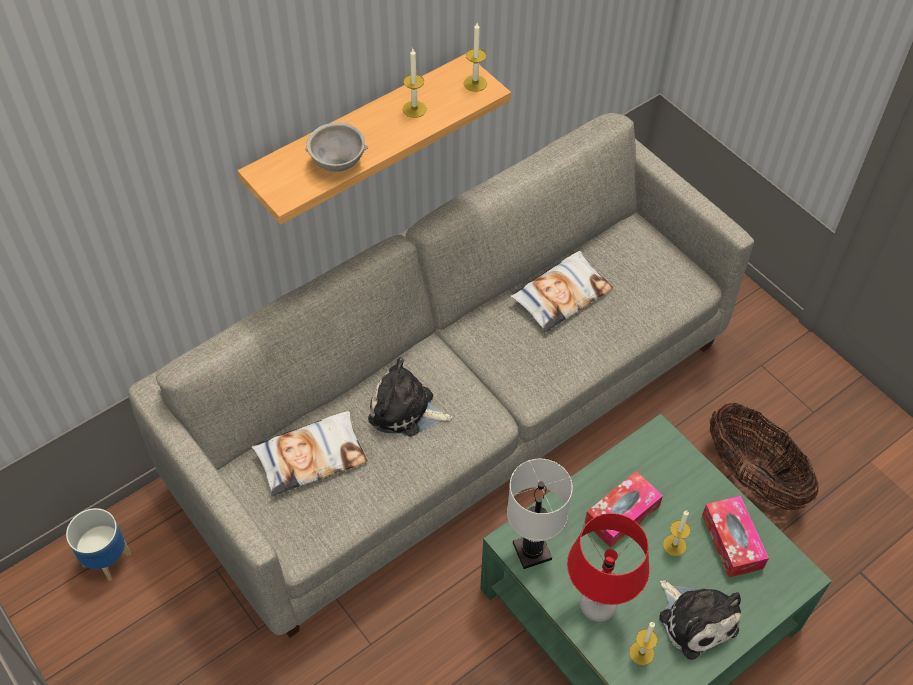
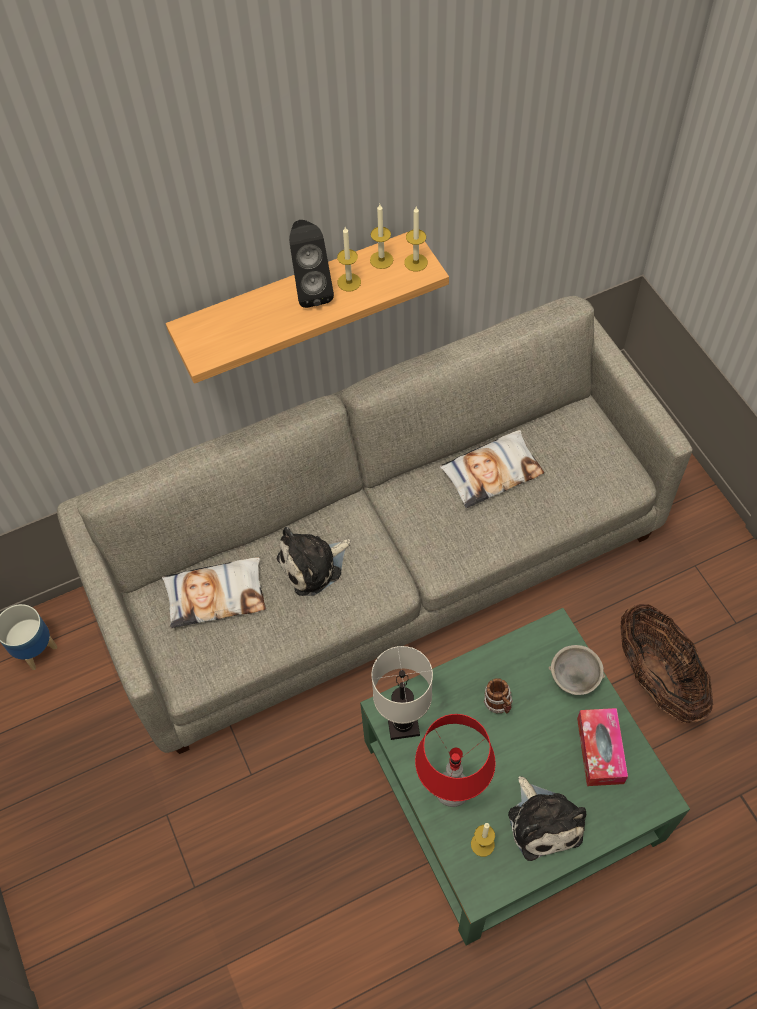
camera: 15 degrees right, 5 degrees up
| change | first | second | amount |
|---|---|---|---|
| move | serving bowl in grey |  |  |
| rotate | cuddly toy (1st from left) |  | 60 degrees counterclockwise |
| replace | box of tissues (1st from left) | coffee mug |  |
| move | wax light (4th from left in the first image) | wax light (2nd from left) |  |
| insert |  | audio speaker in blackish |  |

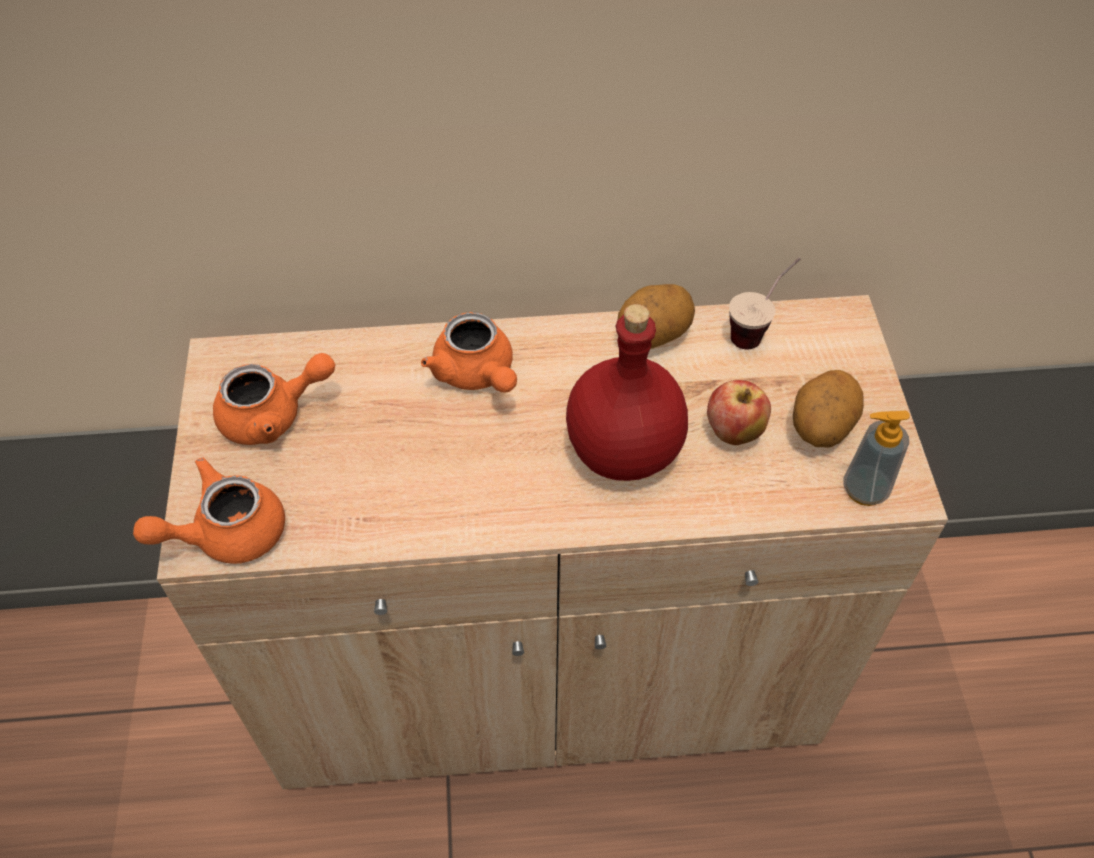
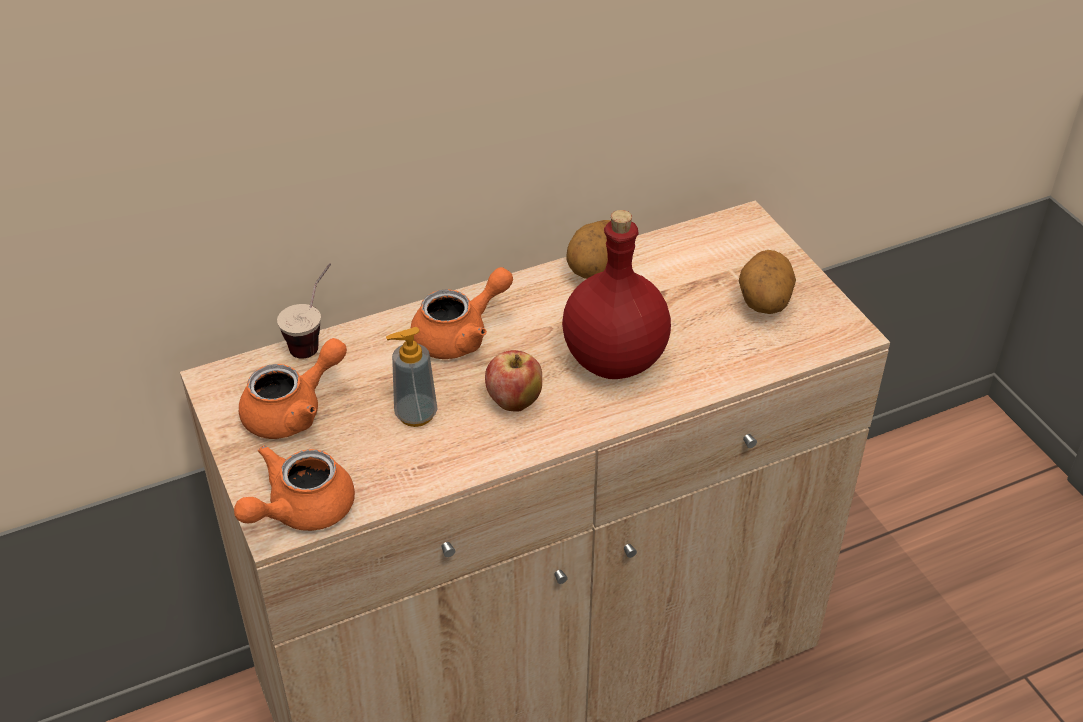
camera: 20 degrees left, 10 degrees down
| change | first | second | amount |
|---|---|---|---|
| rotate | pot for tea in orangey (3rd from left) |  | 75 degrees counterclockwise |
| move | apple fruit |  |  |
| move | small cup |  |  |
| move | liquid soap bottle |  |  |

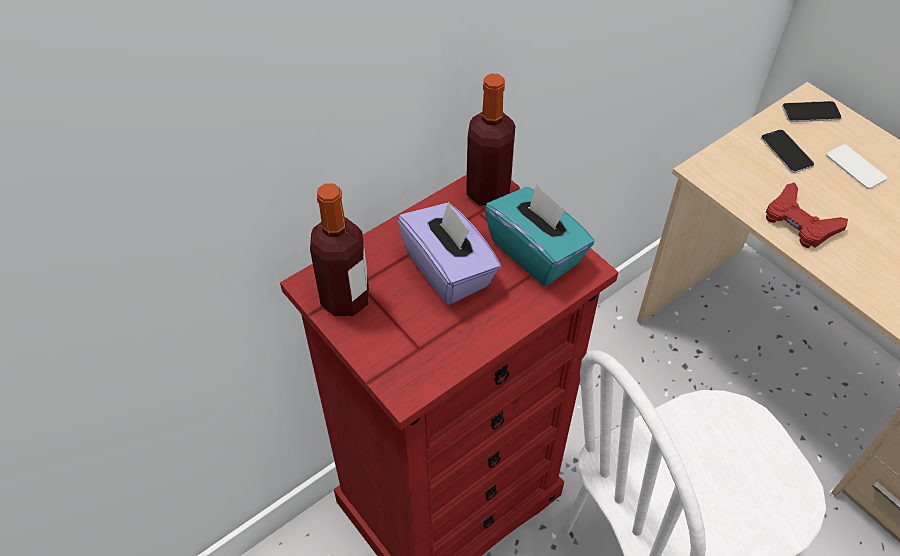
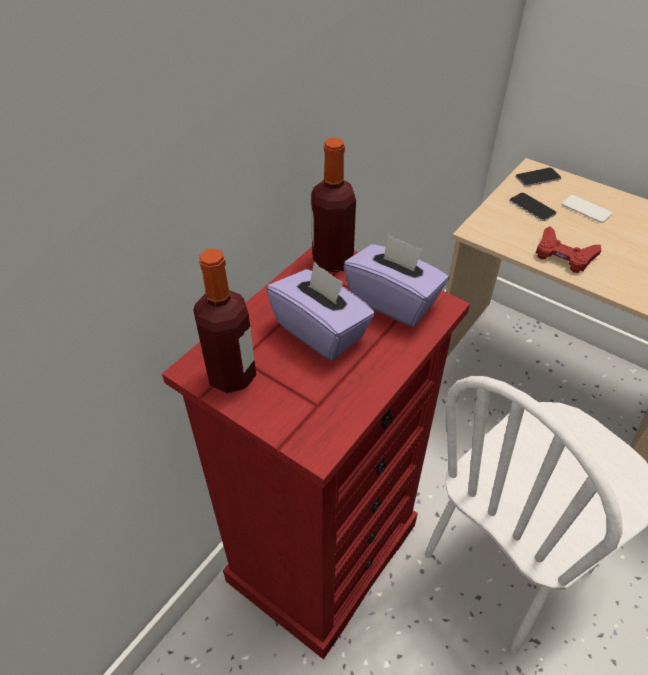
camera: 15 degrees left, 5 degrees down
| change | first | second | amount |
|---|---|---|---|
| recolor | box of tissues in turquoise | box of tissues in purple-coloured (2nd from left) |  |

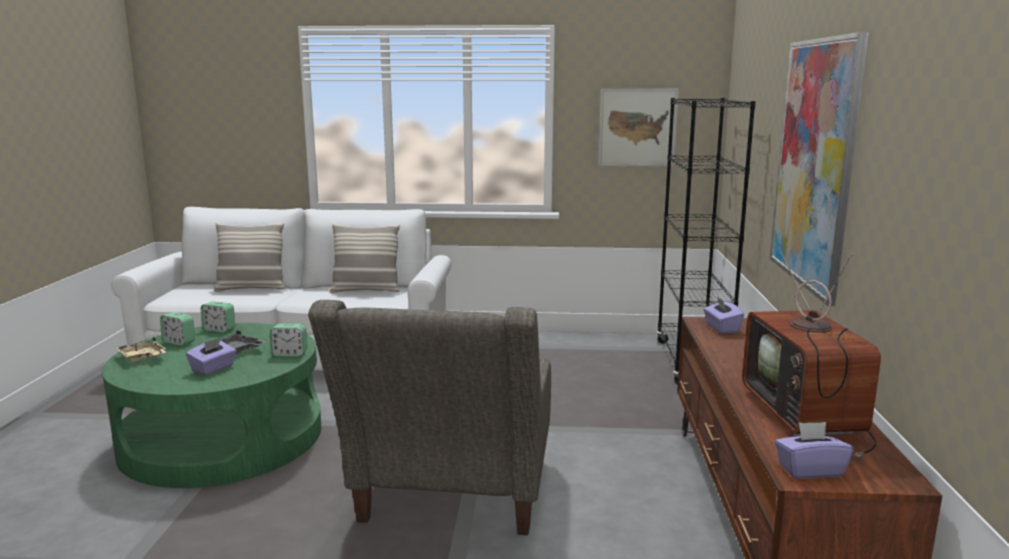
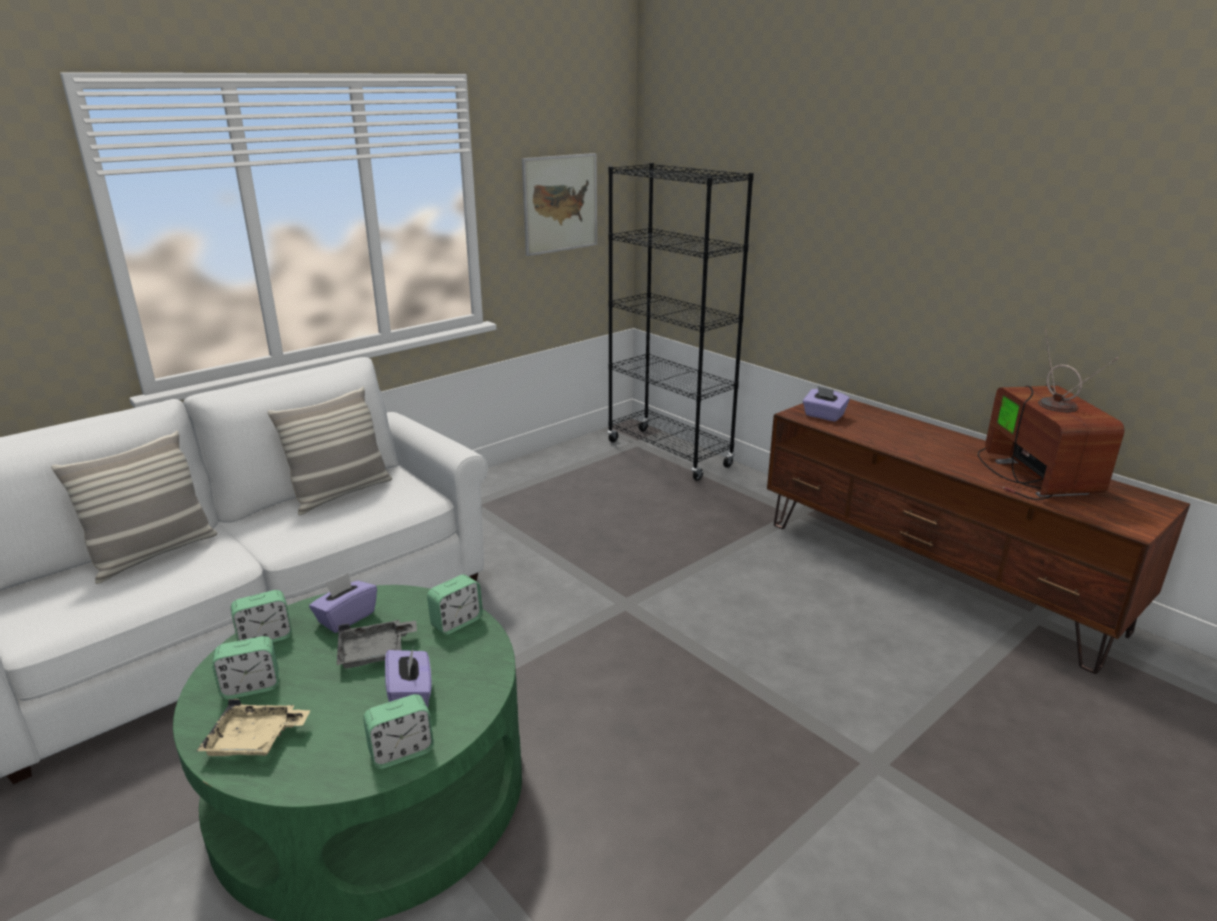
camera: 45 degrees left, 10 degrees up
| change | first | second | amount |
|---|---|---|---|
| delete | armchair in grey |  |  |
| rotate | TV set |  | 135 degrees counterclockwise |
| delete | wall picture (2nd from left) |  |  |
| move | box of tissues in purple-coloured (3rd from left in the first image) | box of tissues in purple-coloured (1st from left) |  |
| insert |  | table clock (3rd from left) |  |

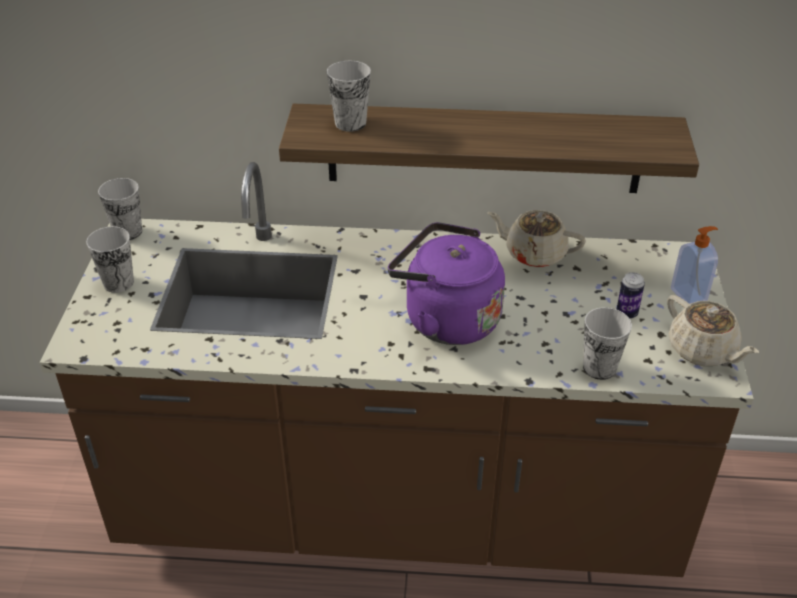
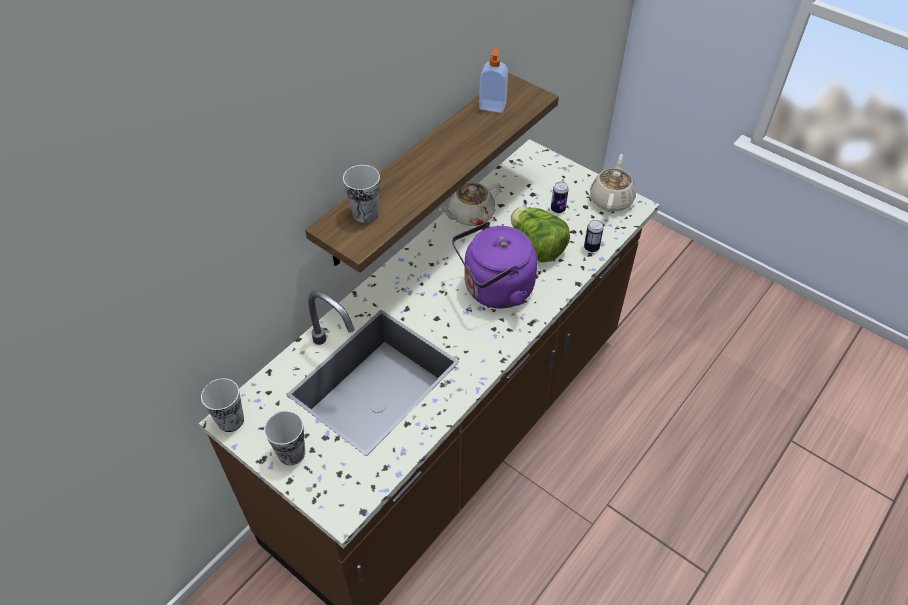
camera: 55 degrees left, 10 degrees up
| change | first | second | amount |
|---|---|---|---|
| replace | small cup (4th from left) | metal can (2nd from left) |  |
| rotate | pot for tea in beige (2nd from left) |  | 75 degrees counterclockwise |
| move | liquid soap bottle |  |  |
| insert |  | lettuce |  |

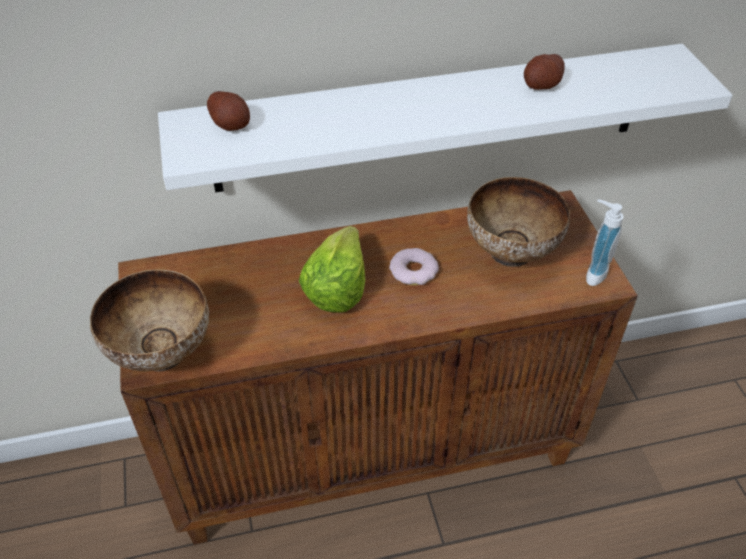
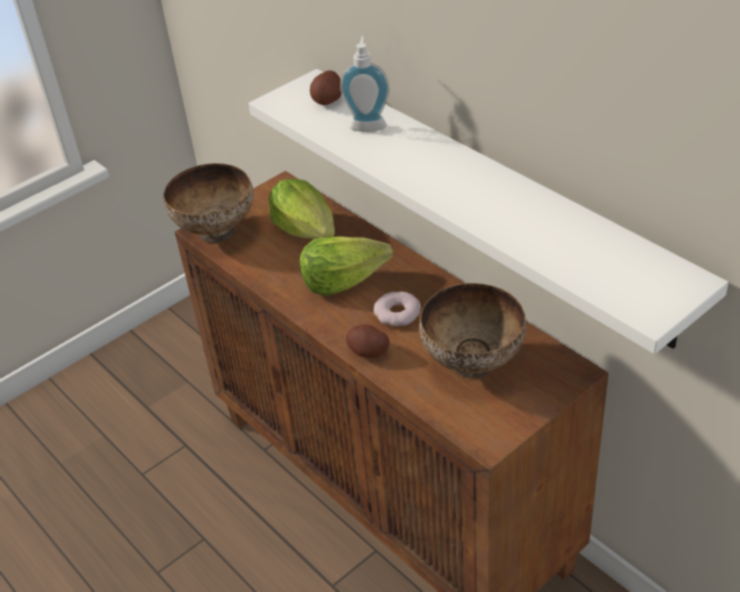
camera: 65 degrees right, 5 degrees down
| change | first | second | amount |
|---|---|---|---|
| move | whole potato (2nd from left) |  |  |
| move | liquid soap bottle |  |  |
| insert |  | lettuce (1st from left) |  |

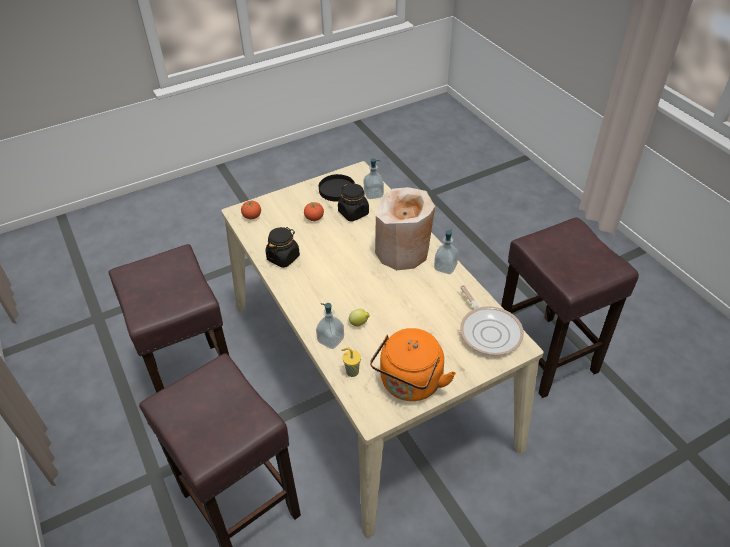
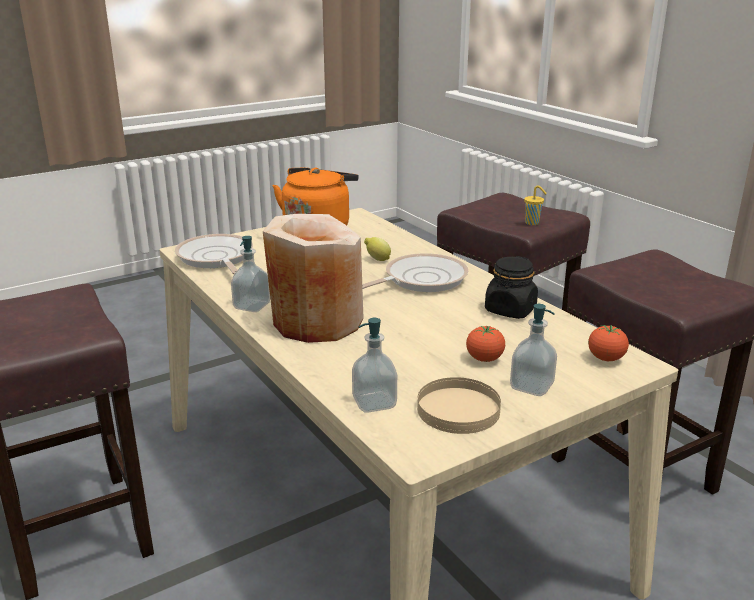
camera: 175 degrees right, 20 degrees down
| change | first | second | amount |
|---|---|---|---|
| move | liquid soap bottle (1st from left in the first image) | liquid soap bottle (3rd from left) |  |
| recolor | flat dish in blackish | flat dish in beige |  |
| delete | preserve jar in blackish (2nd from left) |  |  |
| move | small cup in yellow-coloured |  |  |
| insert |  | frying pan (2nd from left) |  |

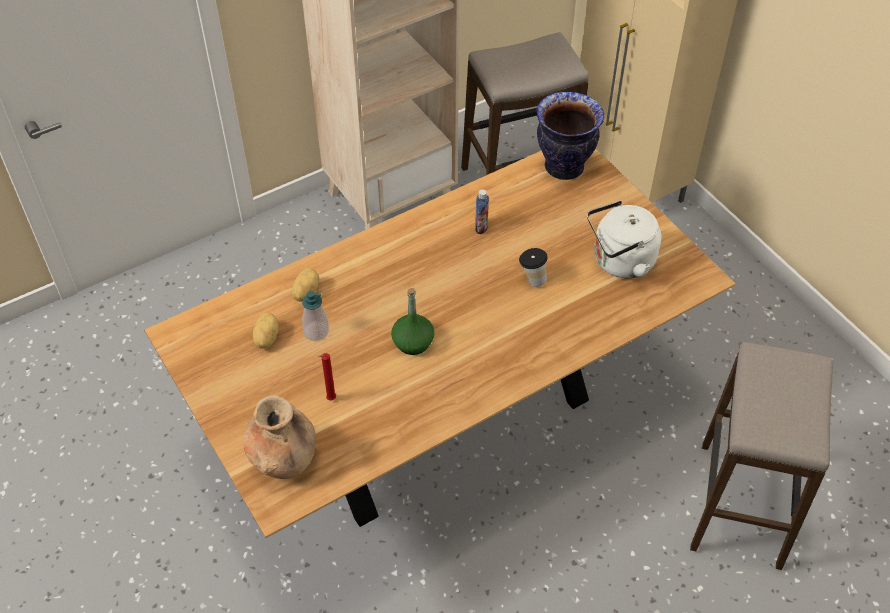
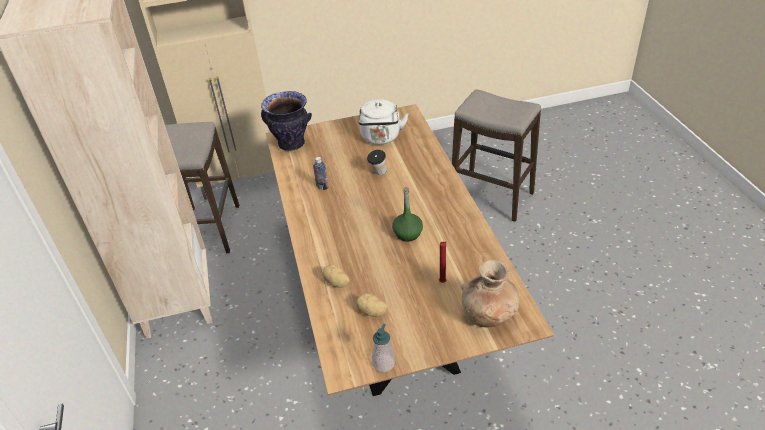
camera: 70 degrees left, 10 degrees down
| change | first | second | amount |
|---|---|---|---|
| move | liquid soap bottle |  |  |

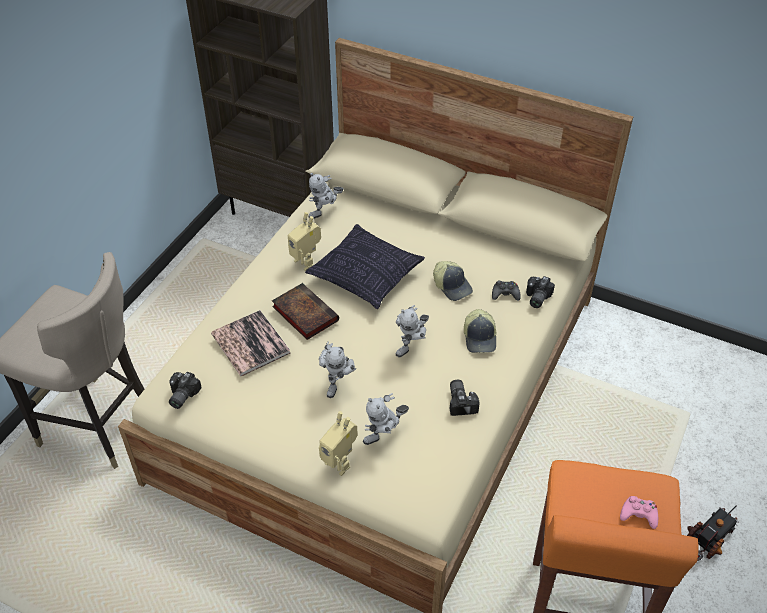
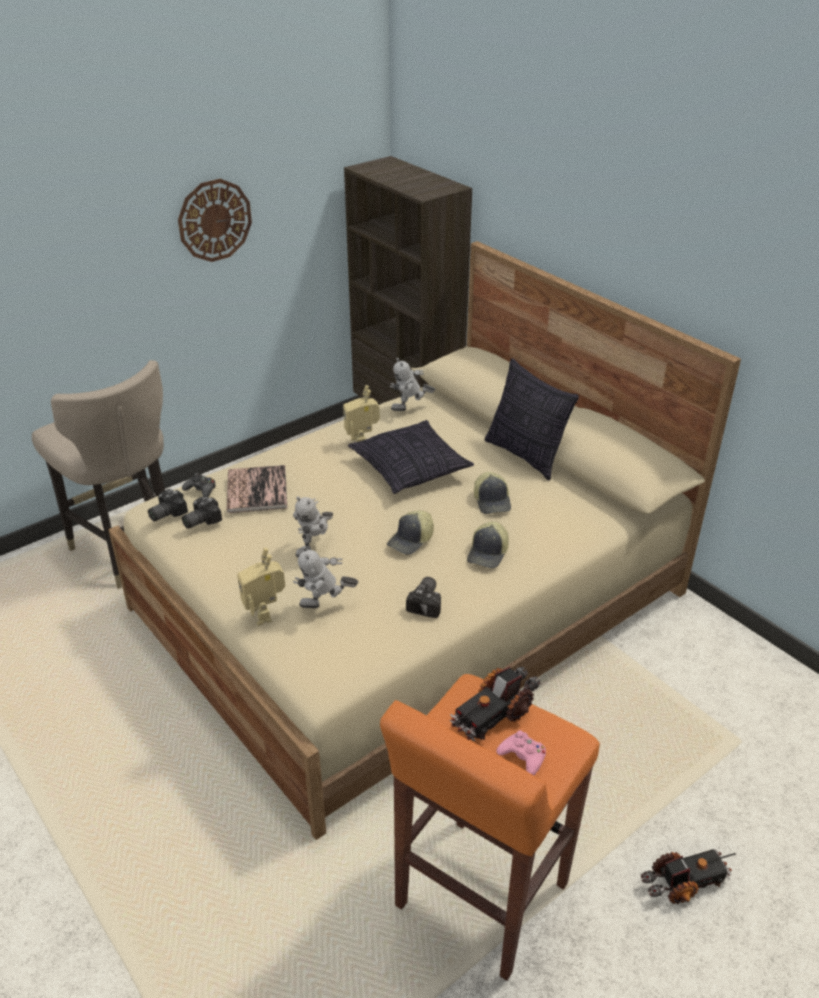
camera: 25 degrees right, 10 degrees down
| change | first | second | amount |
|---|---|---|---|
| delete | bound book (2nd from left) |  |  |
| replace | toy robot (6th from left) | peaked cap (1st from left) |  |
| move | joypad in blackish |  |  |
| move | still camera (3rd from left in the first image) | still camera (2nd from left) |  |
| insert |  | hanging clock |  |
| insert |  | toy lorry (1st from left) |  |
| insert |  | pillow (2nd from left) |  |

